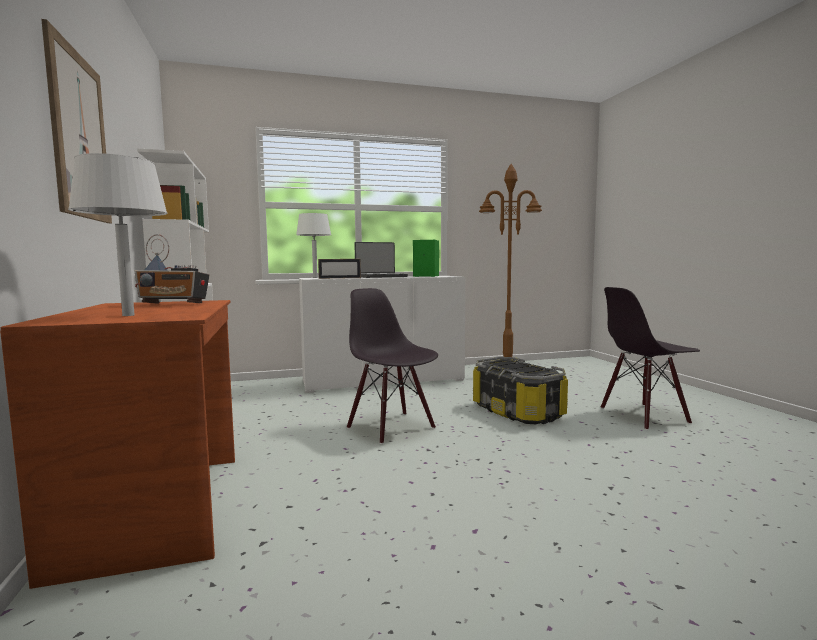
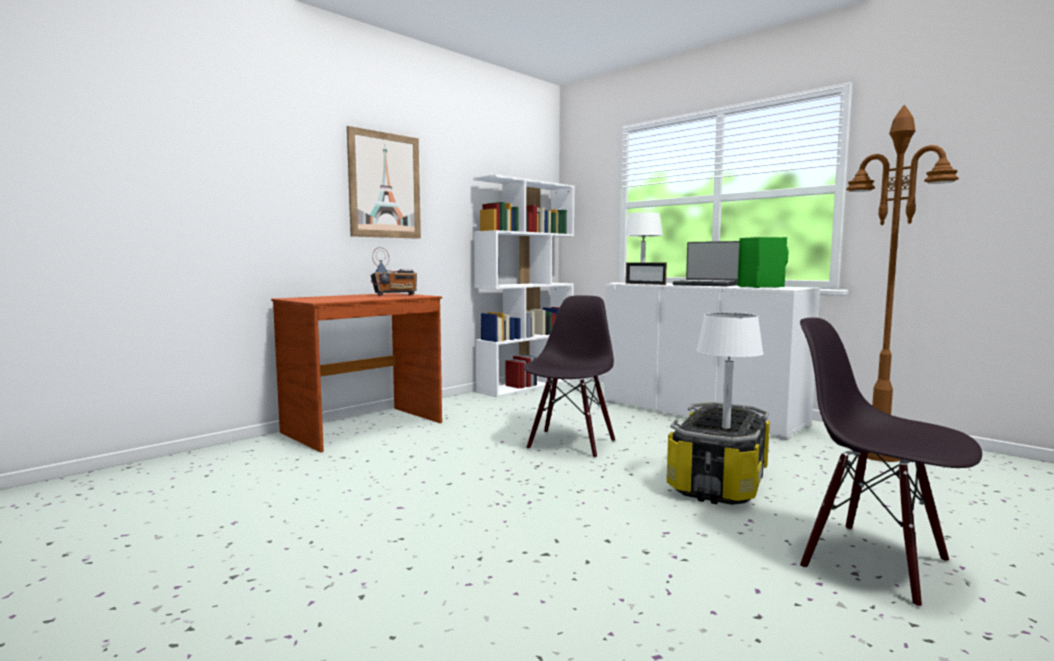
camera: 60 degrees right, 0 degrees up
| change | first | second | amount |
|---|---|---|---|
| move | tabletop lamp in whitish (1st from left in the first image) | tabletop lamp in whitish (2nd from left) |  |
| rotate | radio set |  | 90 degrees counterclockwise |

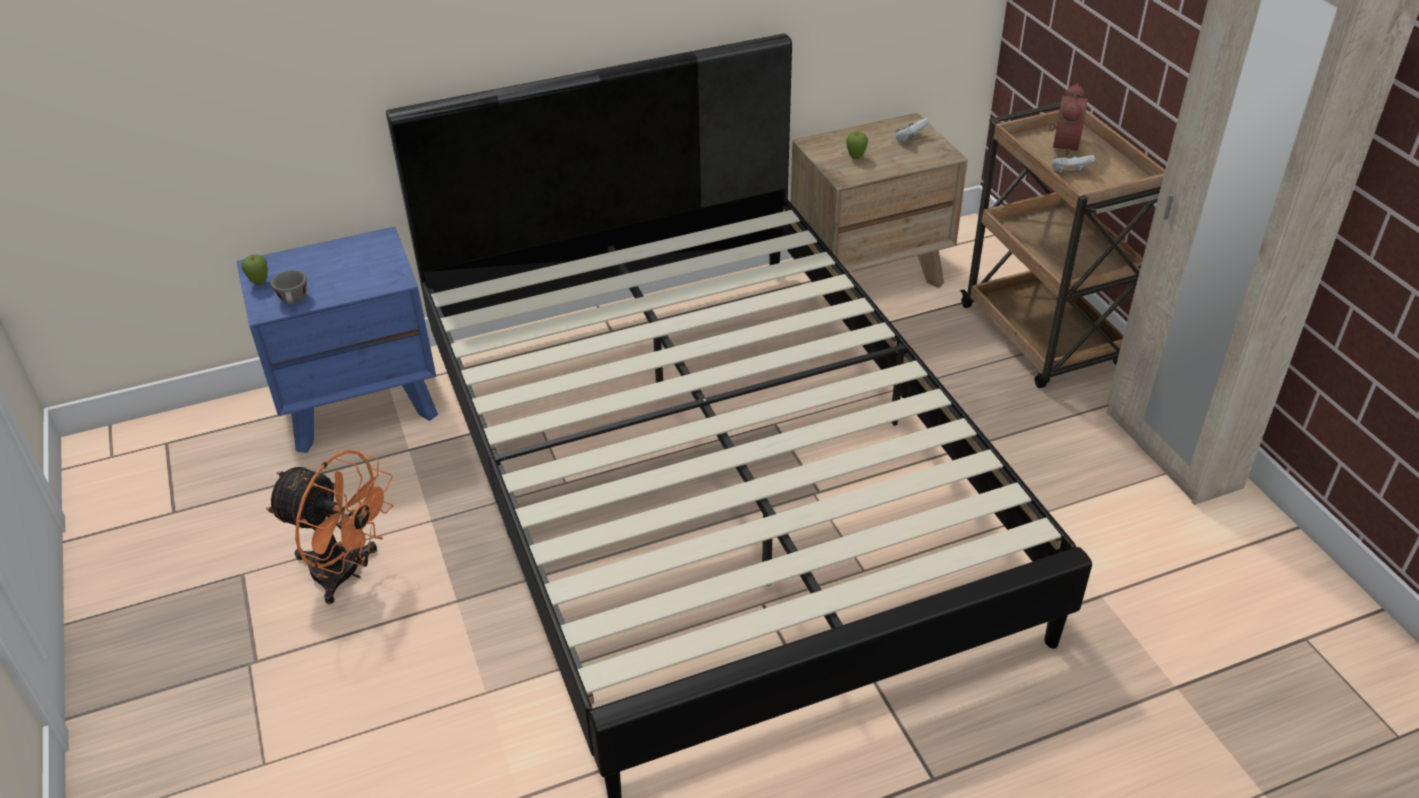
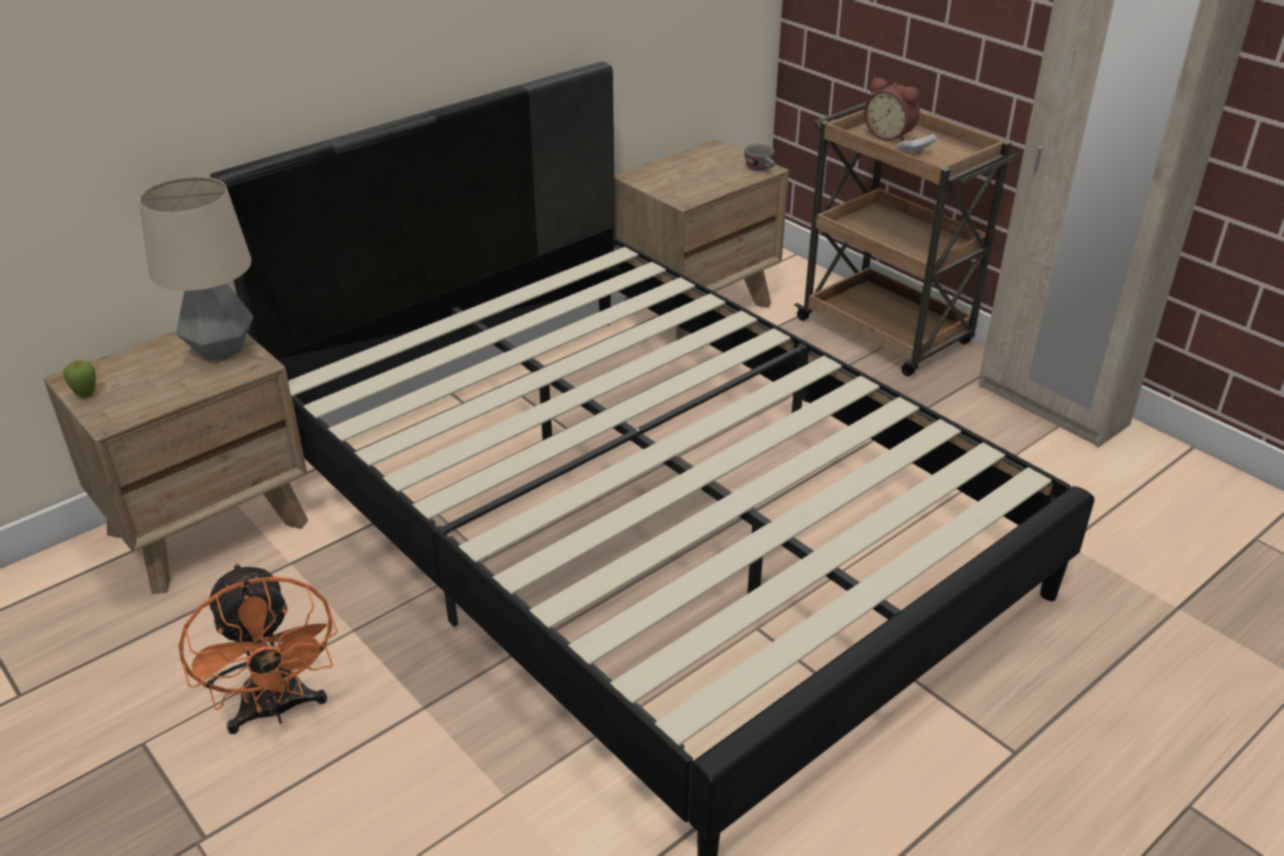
camera: 20 degrees left, 5 degrees down
| change | first | second | amount |
|---|---|---|---|
| recolor | nightstand in bluish | nightstand in brown-coloured (1st from left) |  |
| rotate | cooling fan in orangey |  | 60 degrees clockwise |
| move | small cup in grey |  |  |
| delete | apple fruit (2nd from left) |  |  |
| delete | joypad in whitish (1st from left) |  |  |
| rotate | table clock |  | 135 degrees clockwise |
| insert |  | tabletop lamp |  |

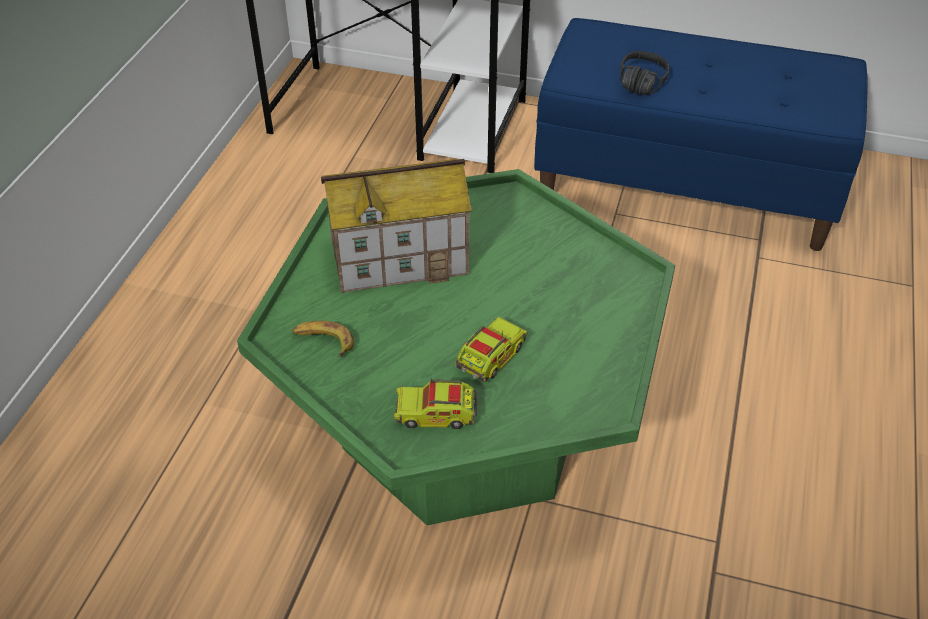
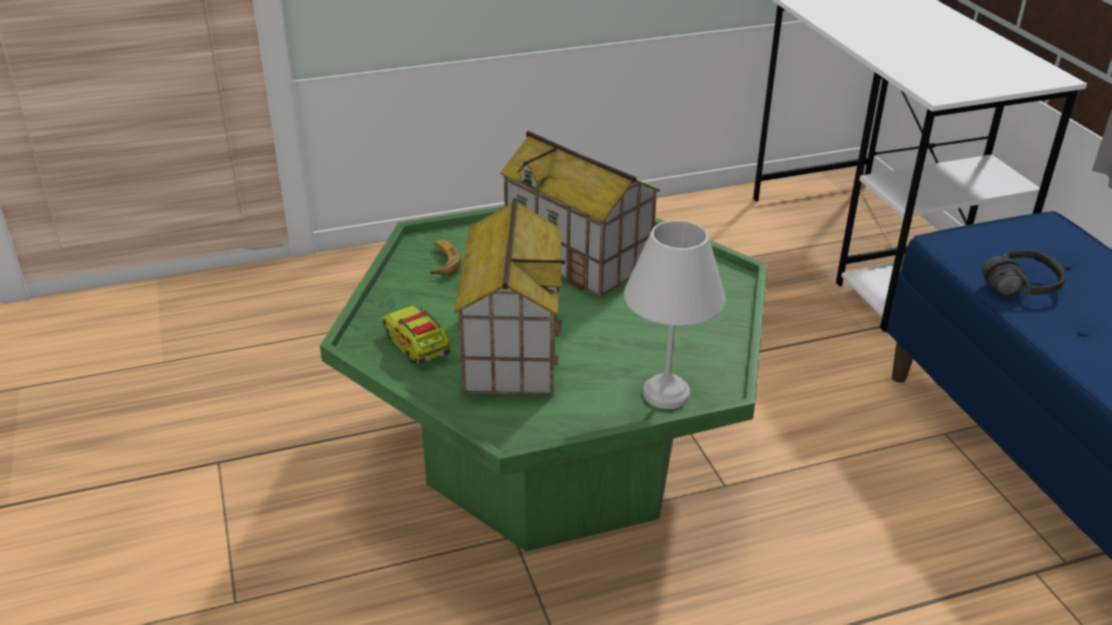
camera: 55 degrees right, 10 degrees down
| change | first | second | amount |
|---|---|---|---|
| replace | toy lorry (2nd from left) | toy house (1st from left) |  |
| insert |  | tabletop lamp in whitish |  |

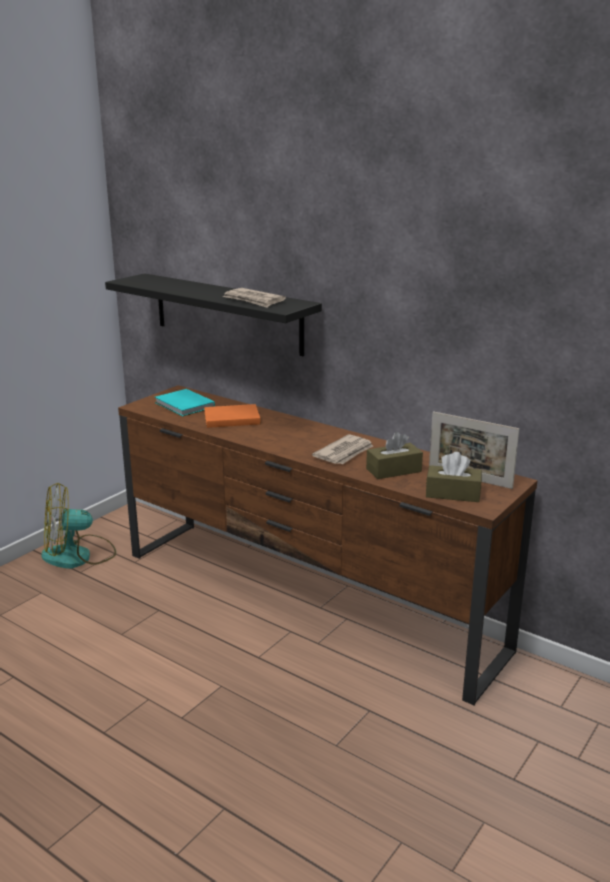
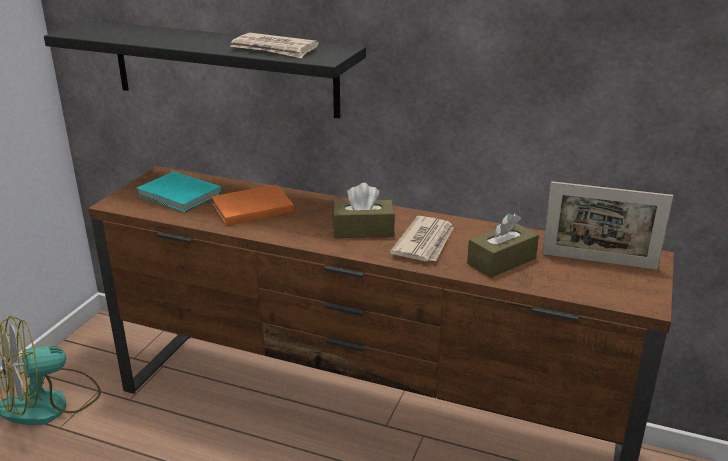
camera: 15 degrees left, 5 degrees up
| change | first | second | amount |
|---|---|---|---|
| move | box of tissues in brown-coloured (2nd from left in the first image) | box of tissues in brown-coloured (1st from left) |  |

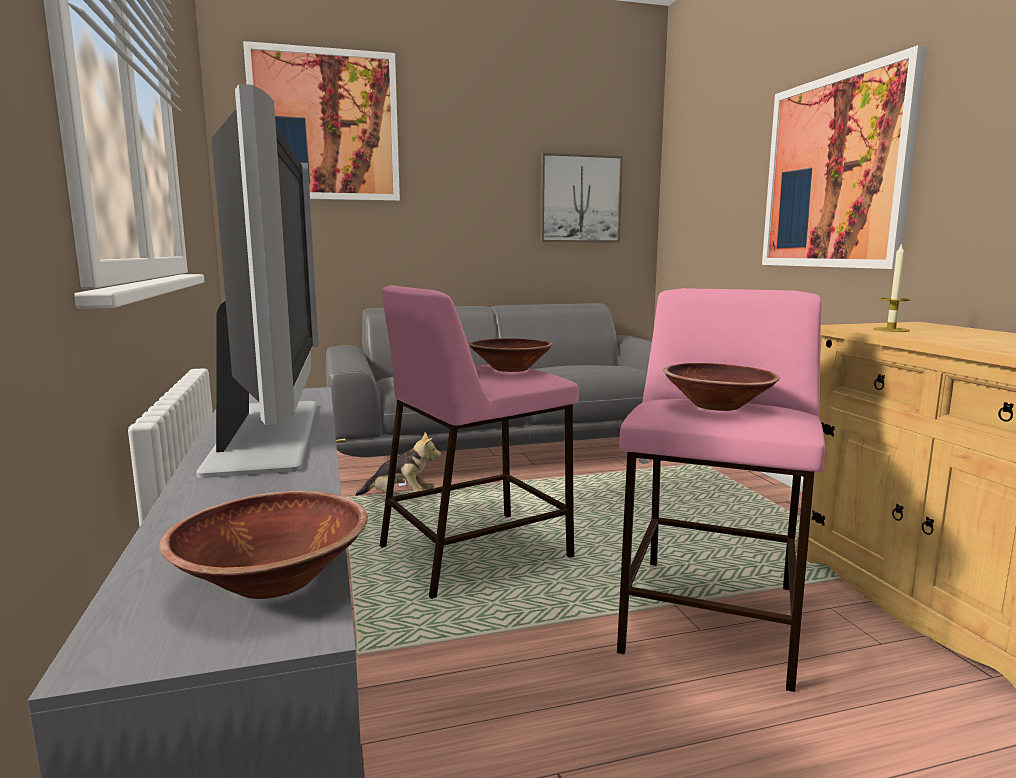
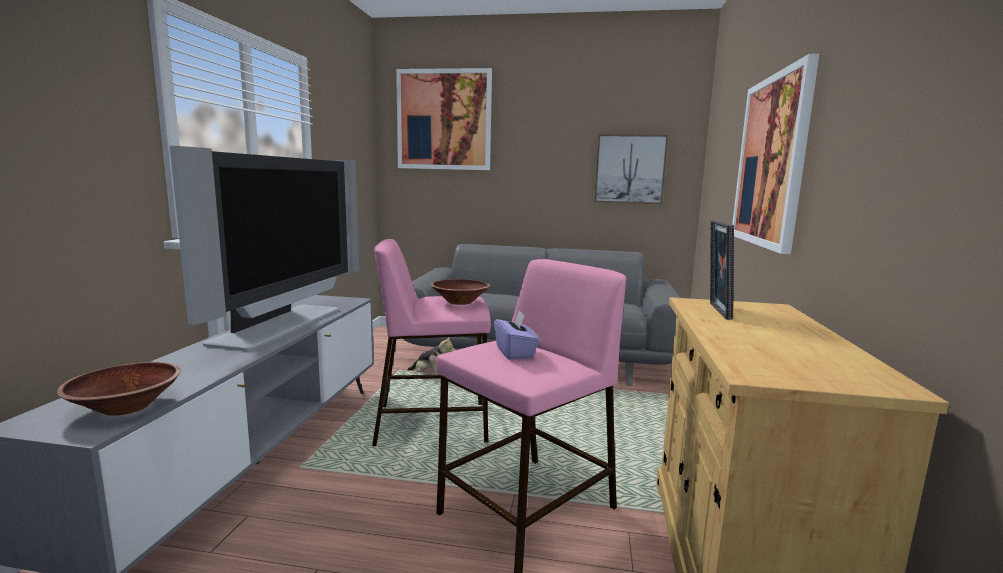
camera: 25 degrees right, 0 degrees up
| change | first | second | amount |
|---|---|---|---|
| replace | serving bowl in brown-coloured (3rd from left) | box of tissues in purple-coloured |  |
| replace | wax light | picture frame |  |

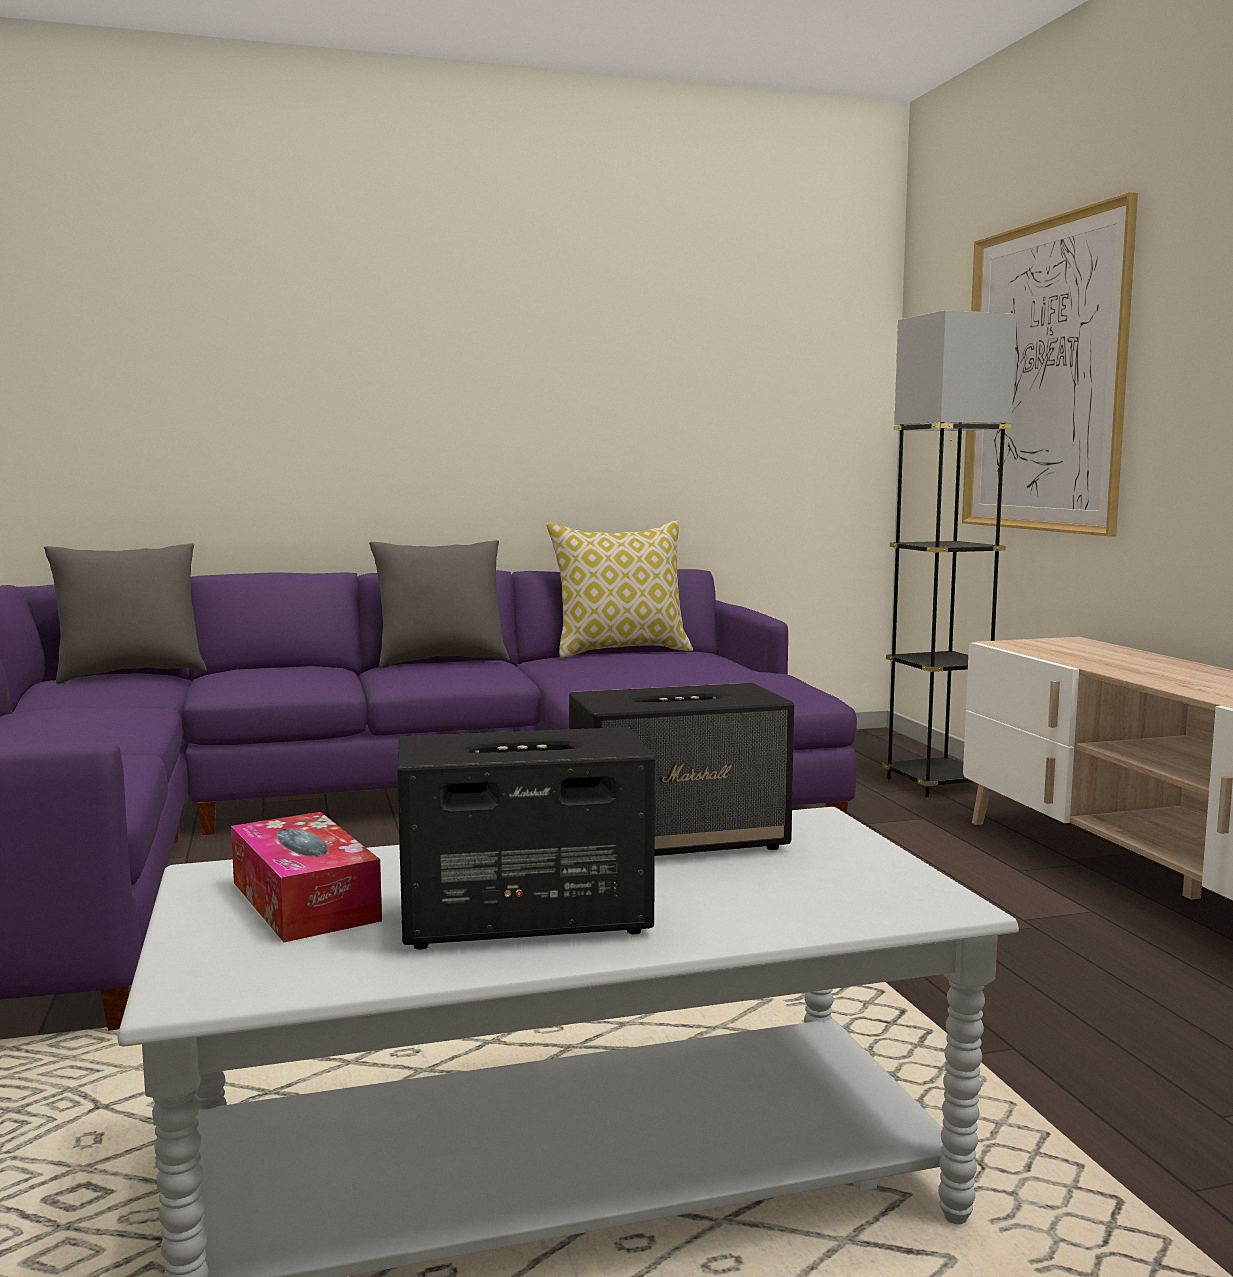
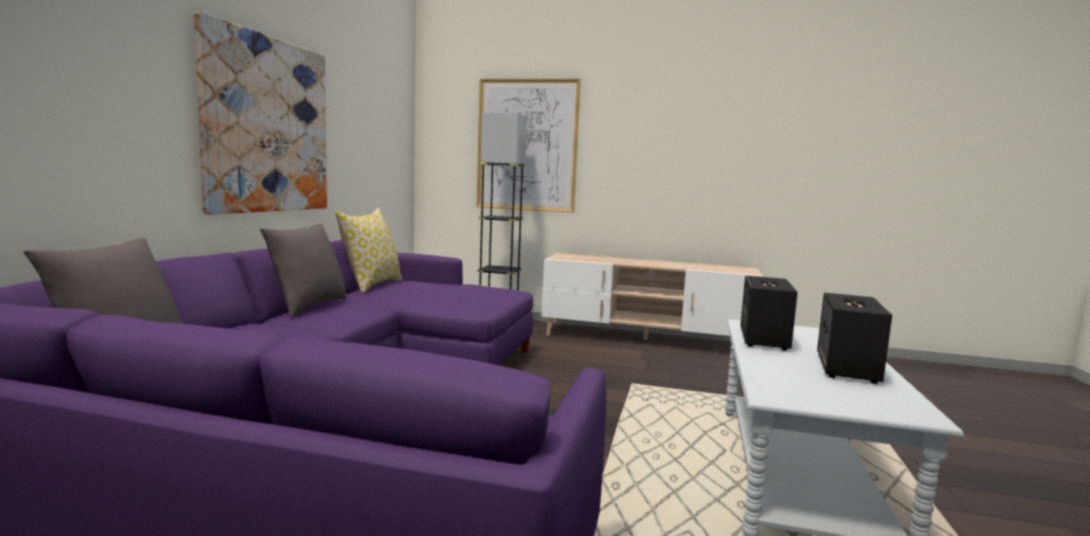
camera: 60 degrees left, 0 degrees up
| change | first | second | amount |
|---|---|---|---|
| delete | box of tissues |  |  |
| insert |  | wall picture (1st from left) |  |

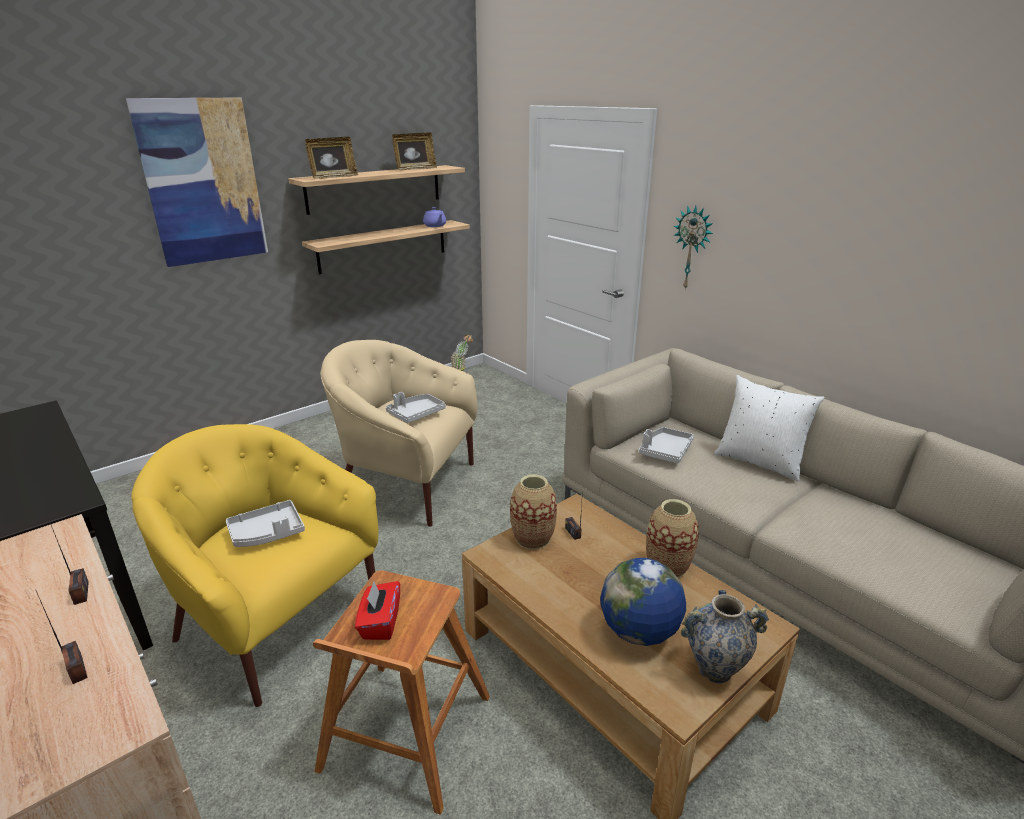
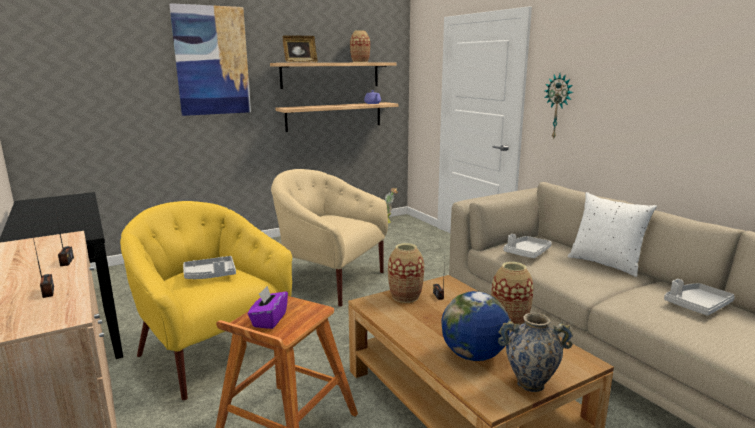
camera: 10 degrees right, 10 degrees down
| change | first | second | amount |
|---|---|---|---|
| recolor | box of tissues in red-coloured | box of tissues in purple-coloured |  |
| move | carrying tray in grey (2nd from left in the first image) | carrying tray in grey (3rd from left) |  |
| replace | picture frame (2nd from left) | vase (1st from left) |  |

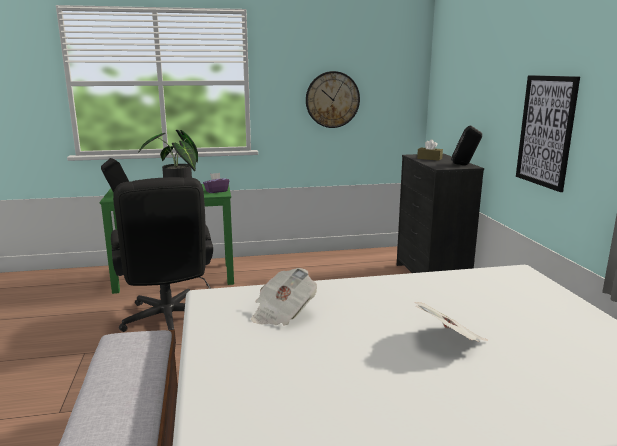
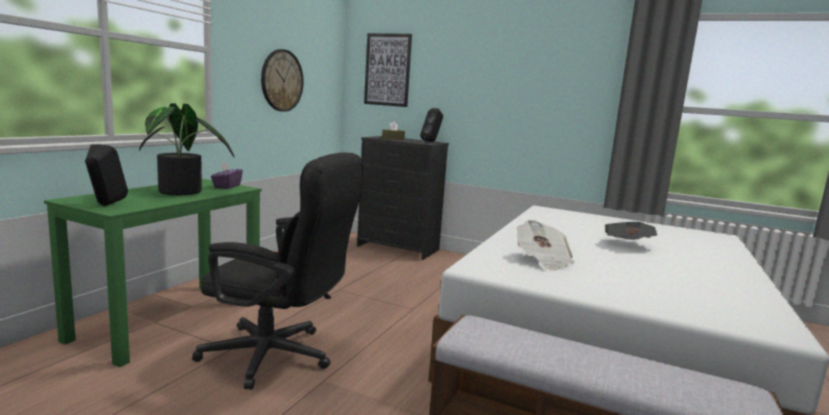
camera: 55 degrees left, 5 degrees down
| change | first | second | amount |
|---|---|---|---|
| move | wall picture |  |  |

